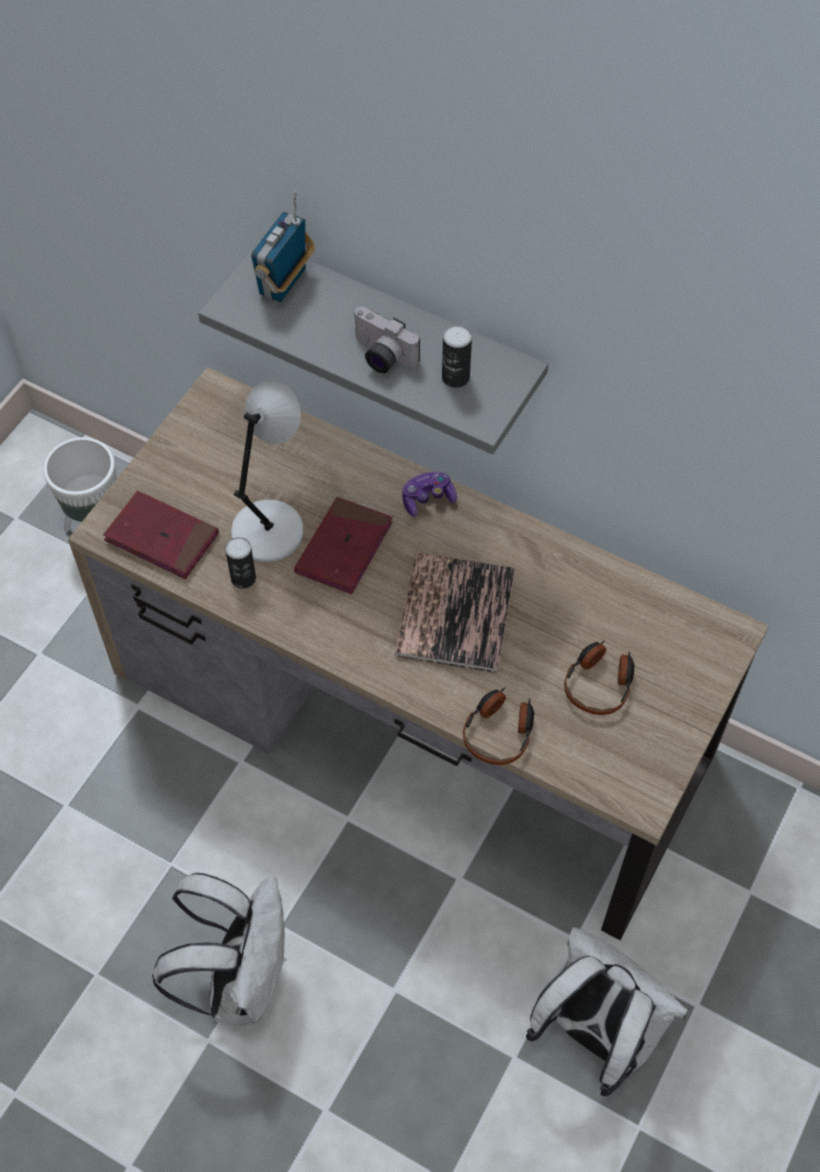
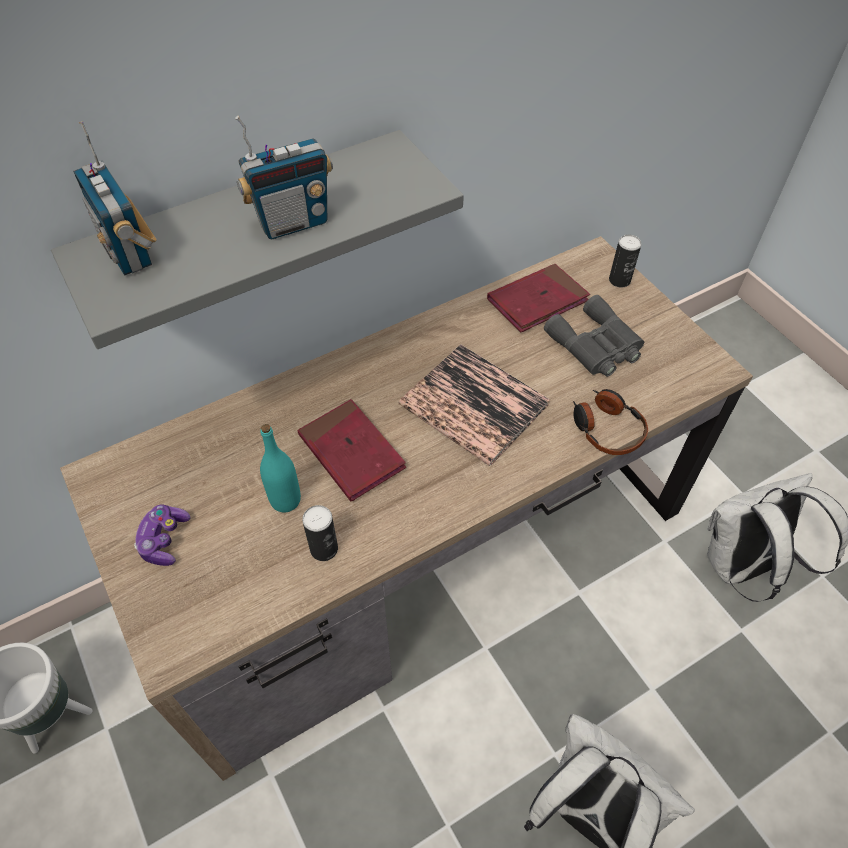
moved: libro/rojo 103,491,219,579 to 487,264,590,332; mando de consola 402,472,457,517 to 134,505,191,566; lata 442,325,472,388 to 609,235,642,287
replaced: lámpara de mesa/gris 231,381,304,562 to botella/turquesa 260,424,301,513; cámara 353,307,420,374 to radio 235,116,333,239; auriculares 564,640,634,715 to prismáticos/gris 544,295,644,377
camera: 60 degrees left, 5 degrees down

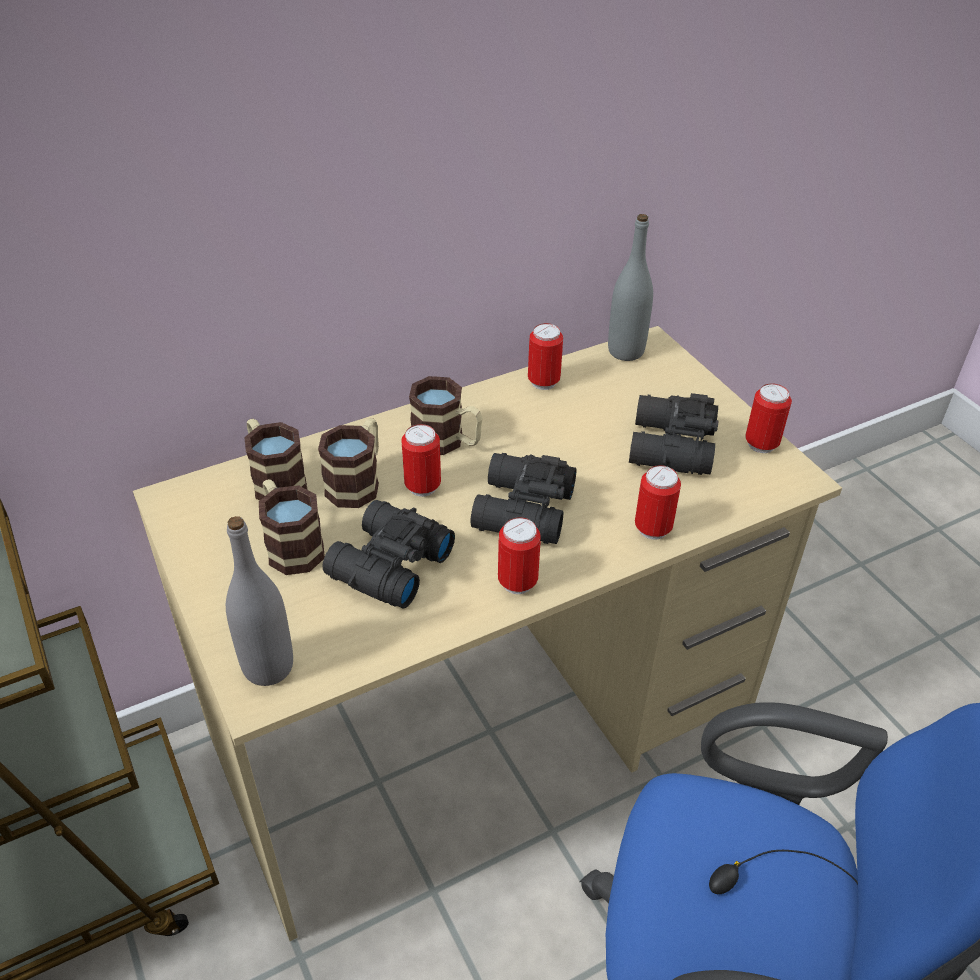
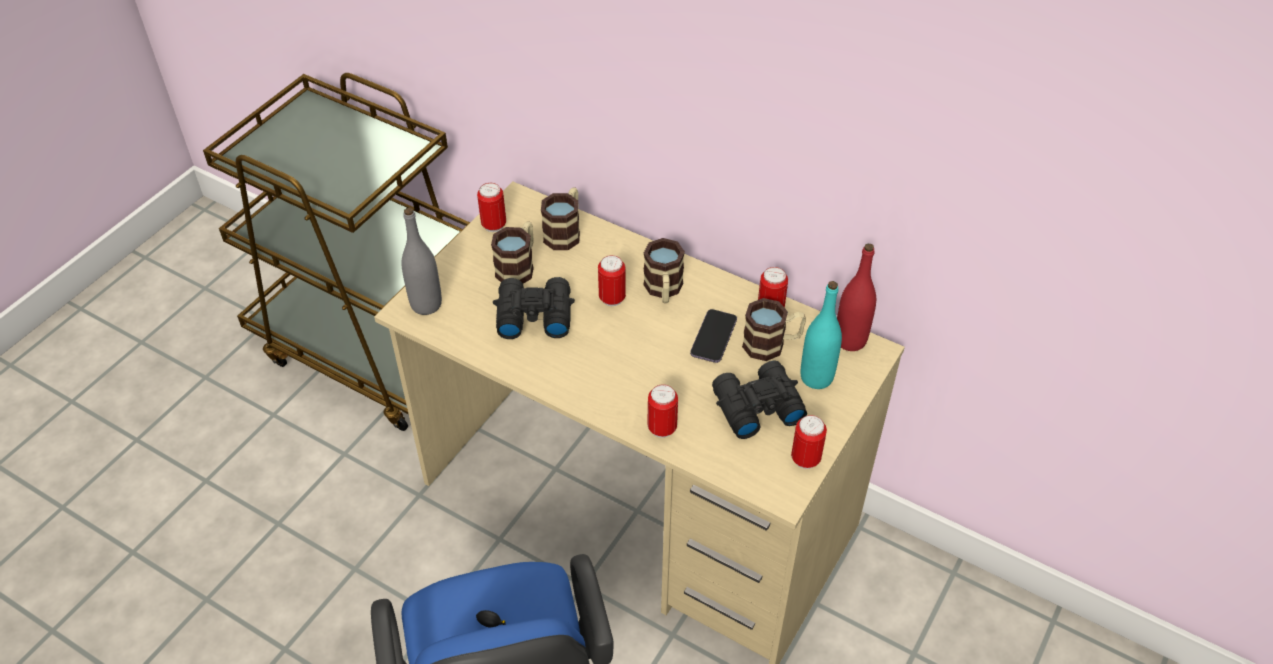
removed: prismáticos/negro 470,453,577,544
added: móvil 690,309,737,363; botella/turquesa 800,281,842,389
moved: taza grande 318,418,379,508 to 742,298,806,361; lata 498,517,541,594 to 477,183,506,232
recoloured: botella/gris 608,214,653,361 to botella/rojo 837,243,876,351
camera: 60 degrees right, 5 degrees up

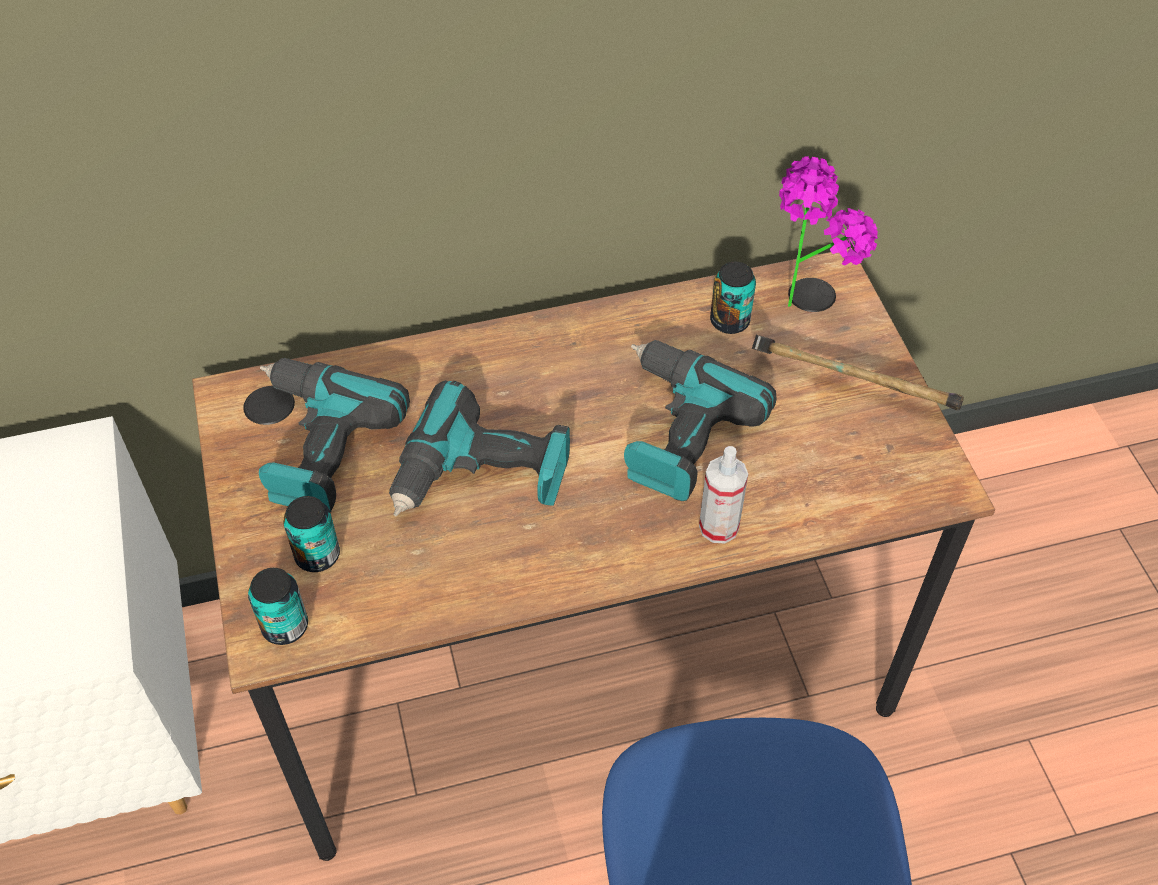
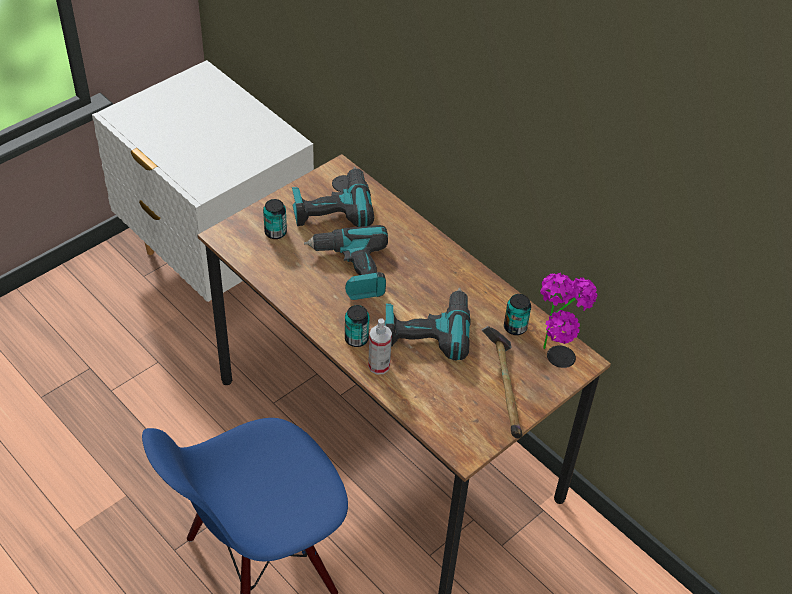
moved: lata 248,568,308,645 to 345,305,370,347
camera: 60 degrees right, 5 degrees down

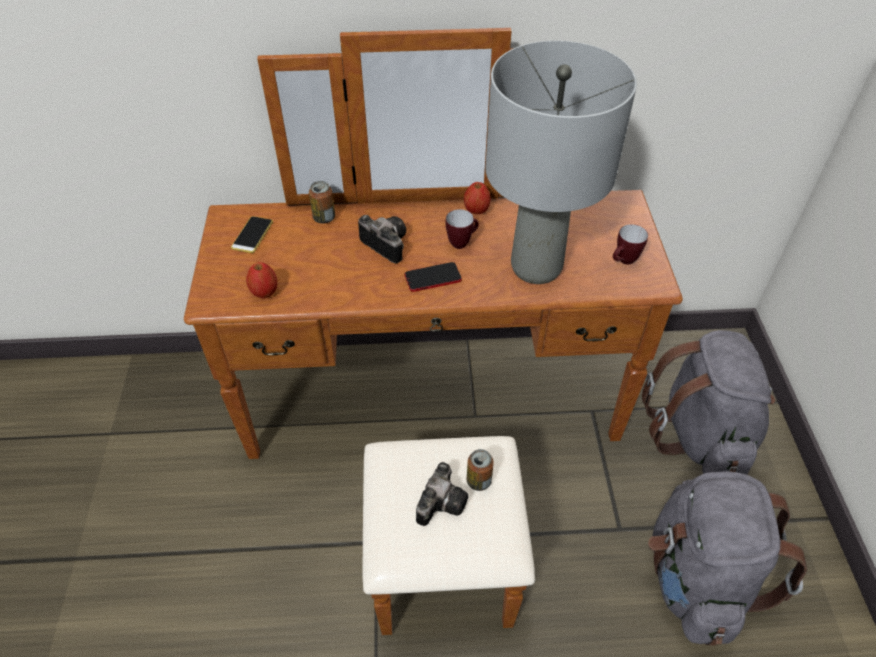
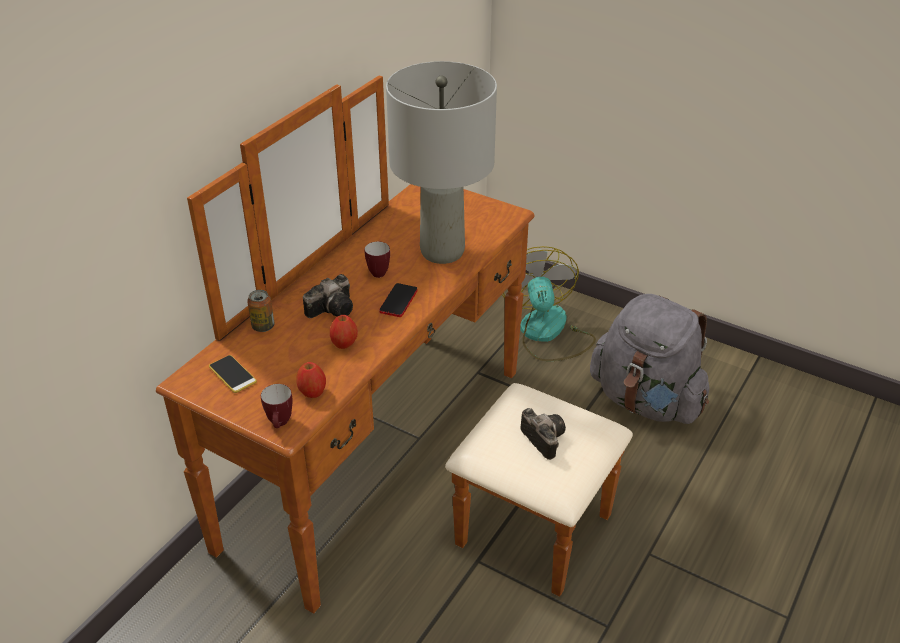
removed: lata 467,449,494,491
moved: manzana 464,182,491,214 to 330,315,358,349; taza grande 613,224,648,264 to 261,384,293,428
replaced: mochila/gris 642,330,775,475 to ventilador 502,246,596,361
turned: cámara 358,215,406,263 = 303,274,353,318 150 degrees clockwise
camera: 55 degrees left, 10 degrees down

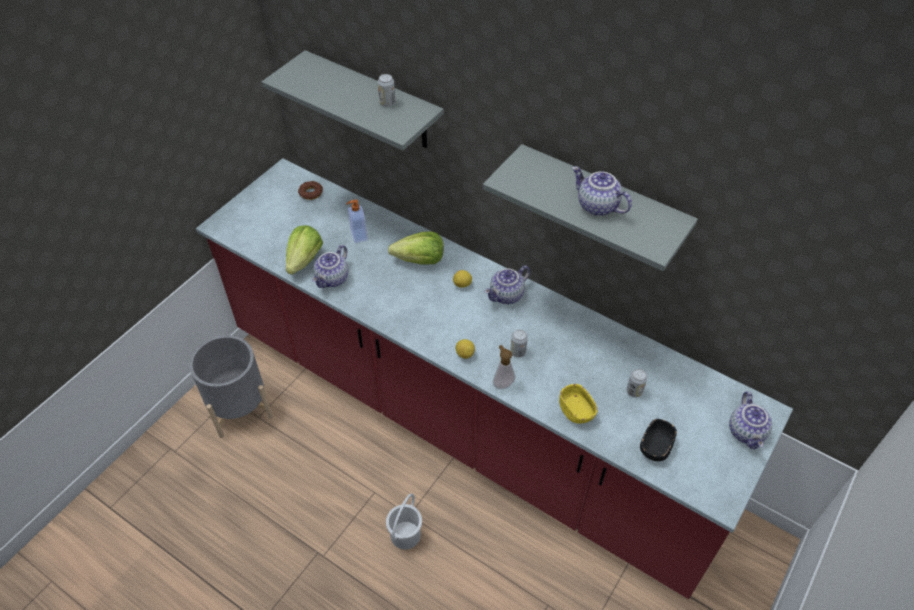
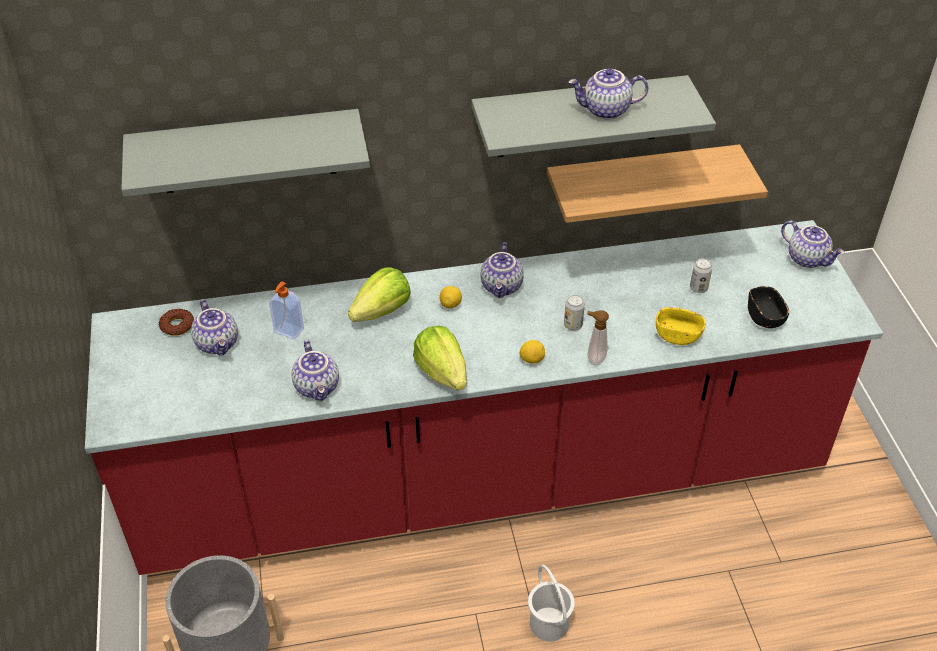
removed: lata 378,74,395,107
added: tetera 191,299,238,356; estante 547,144,768,223
moved: lechuga 286,225,323,275 to 413,326,467,390
camera: 45 degrees left, 5 degrees down

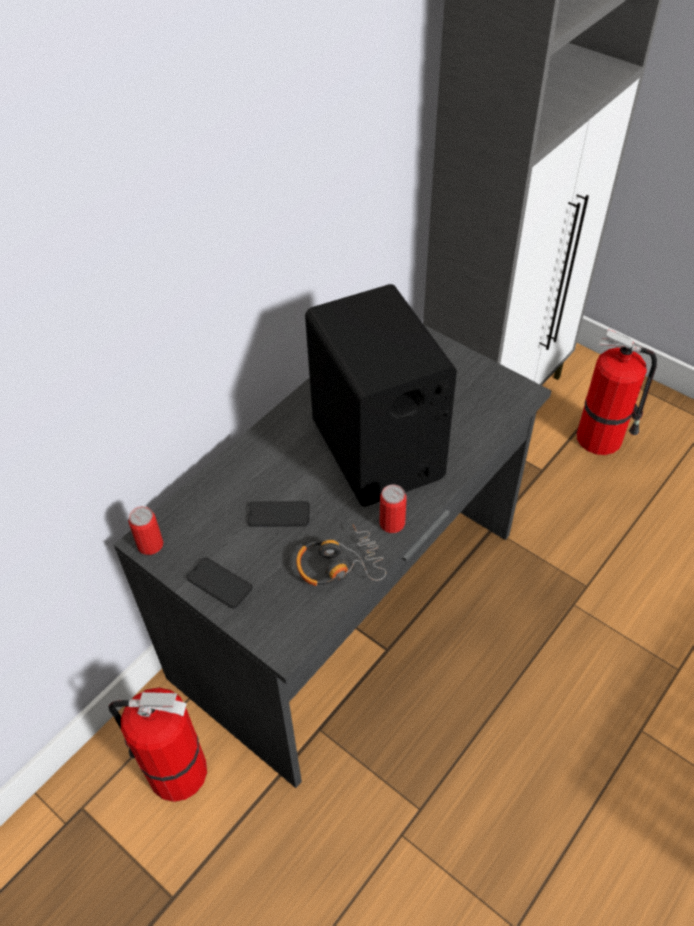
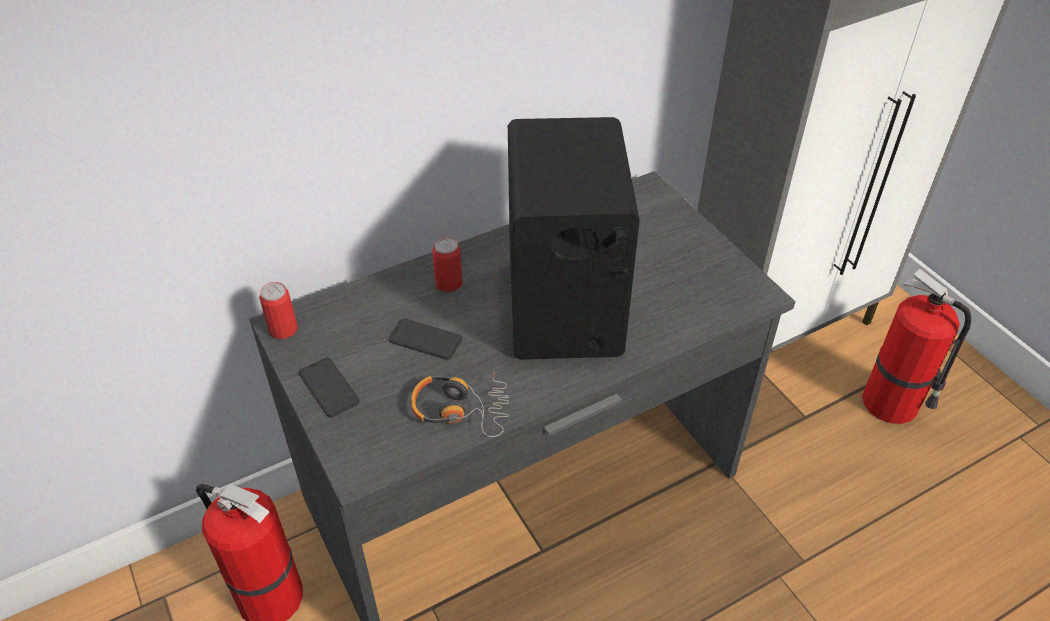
moved: lata 380,485,407,533 to 432,237,462,292
camera: 20 degrees right, 5 degrees down

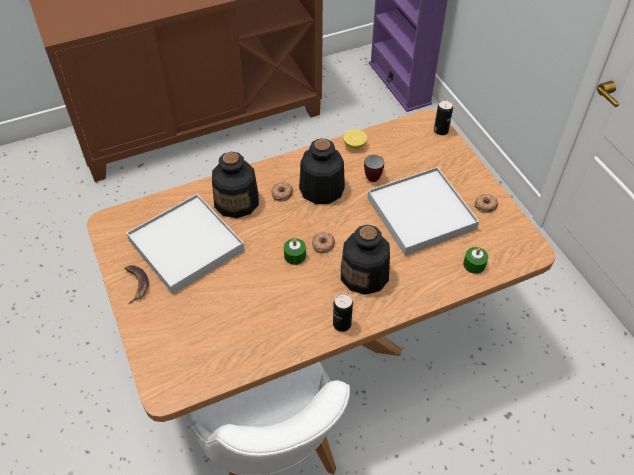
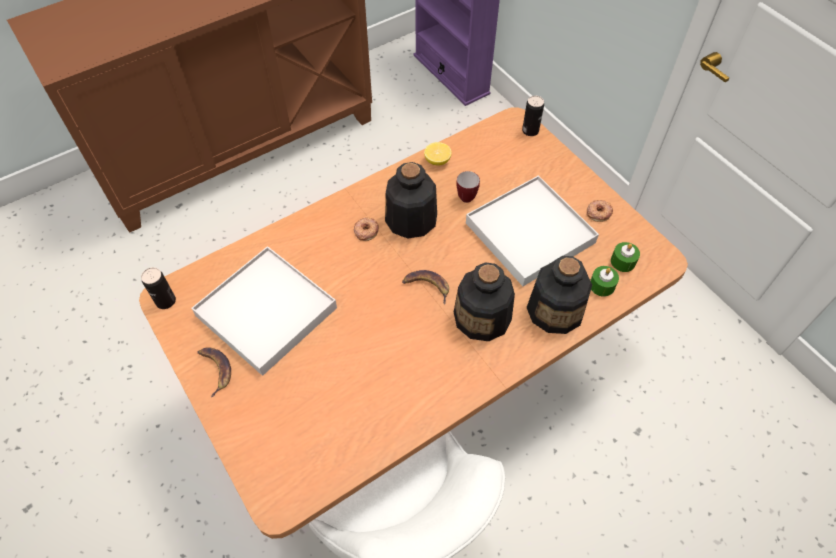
moved: botella 212,152,259,218 to 527,256,592,334; vela/verde 284,238,306,265 to 611,242,640,272; lata 333,293,353,332 to 141,267,176,309
replaced: rosquilla 312,232,335,253 to plátano 402,270,449,305
camera: 10 degrees left, 5 degrees up

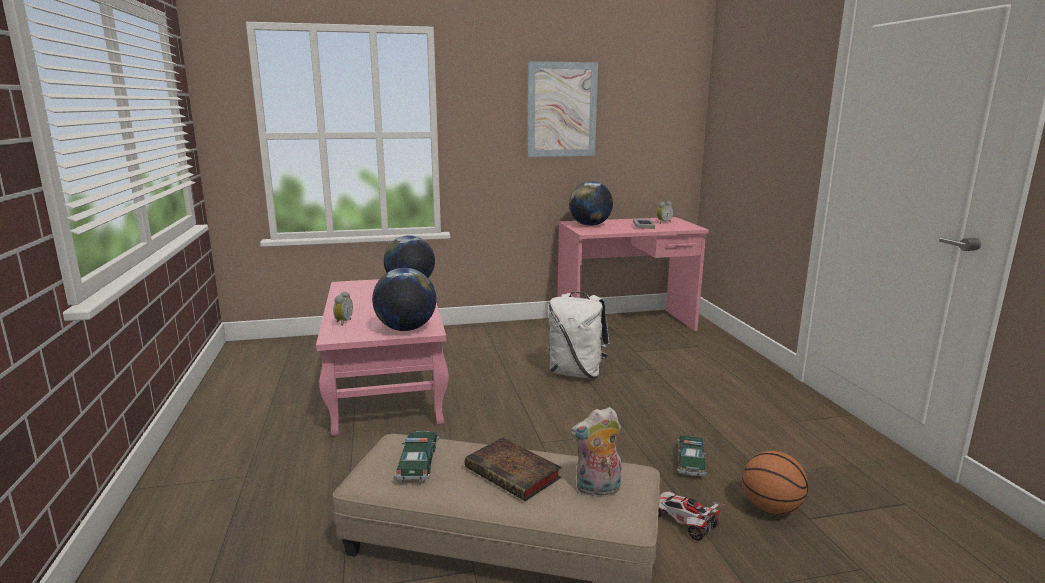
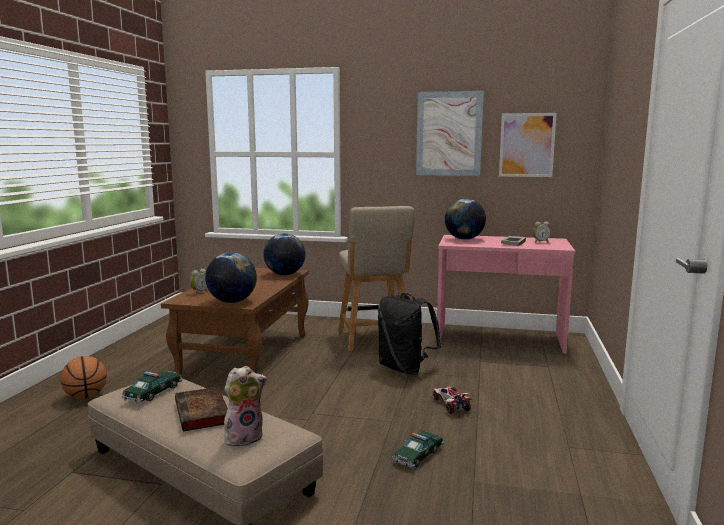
added: silla/beis 338,206,414,351; cuadro 499,113,557,177
moved: coche de juguete 659,491,725,541 to 432,387,472,414; balón de baloncesto 742,451,808,515 to 60,356,107,399
recoloured: mesa de centro/rosa 316,278,448,436 to mesa de centro/marrón 161,268,309,375; mochila/blanco 549,292,609,379 to mochila/negro 378,293,442,375
turned: peluche 571,407,622,496 = 224,366,267,447 135 degrees clockwise
camera: 25 degrees right, 5 degrees down

